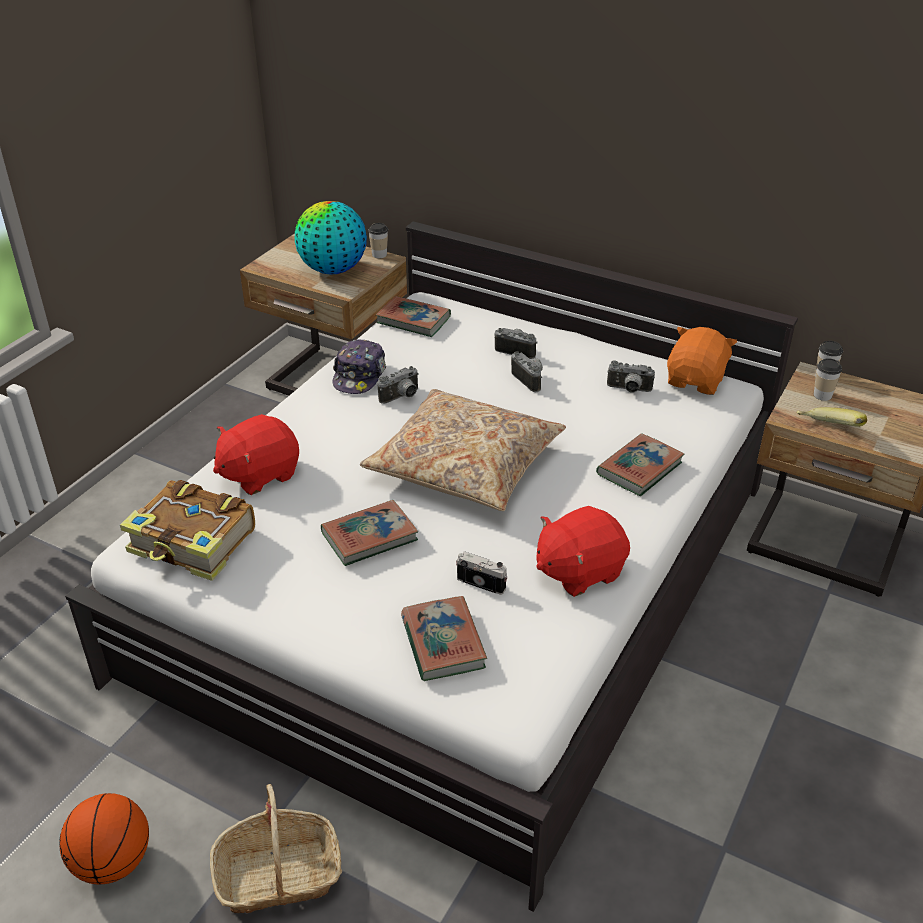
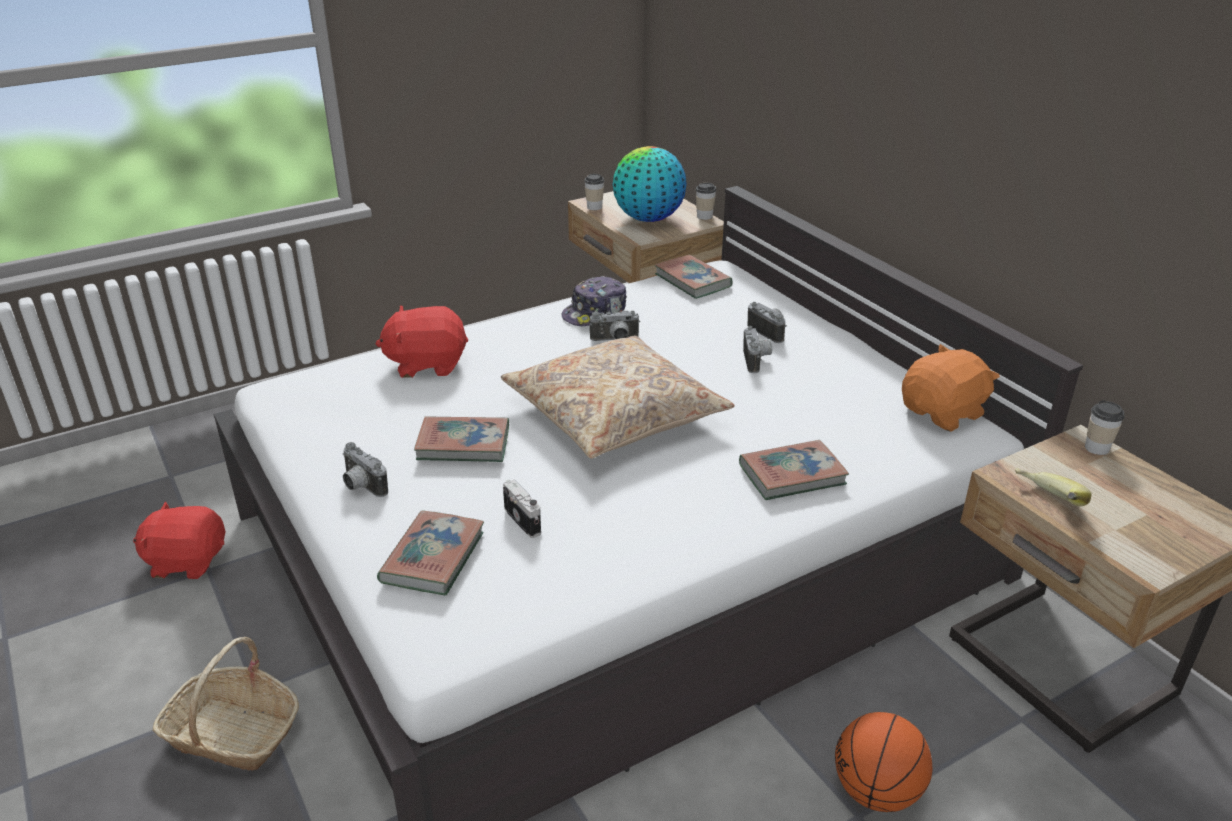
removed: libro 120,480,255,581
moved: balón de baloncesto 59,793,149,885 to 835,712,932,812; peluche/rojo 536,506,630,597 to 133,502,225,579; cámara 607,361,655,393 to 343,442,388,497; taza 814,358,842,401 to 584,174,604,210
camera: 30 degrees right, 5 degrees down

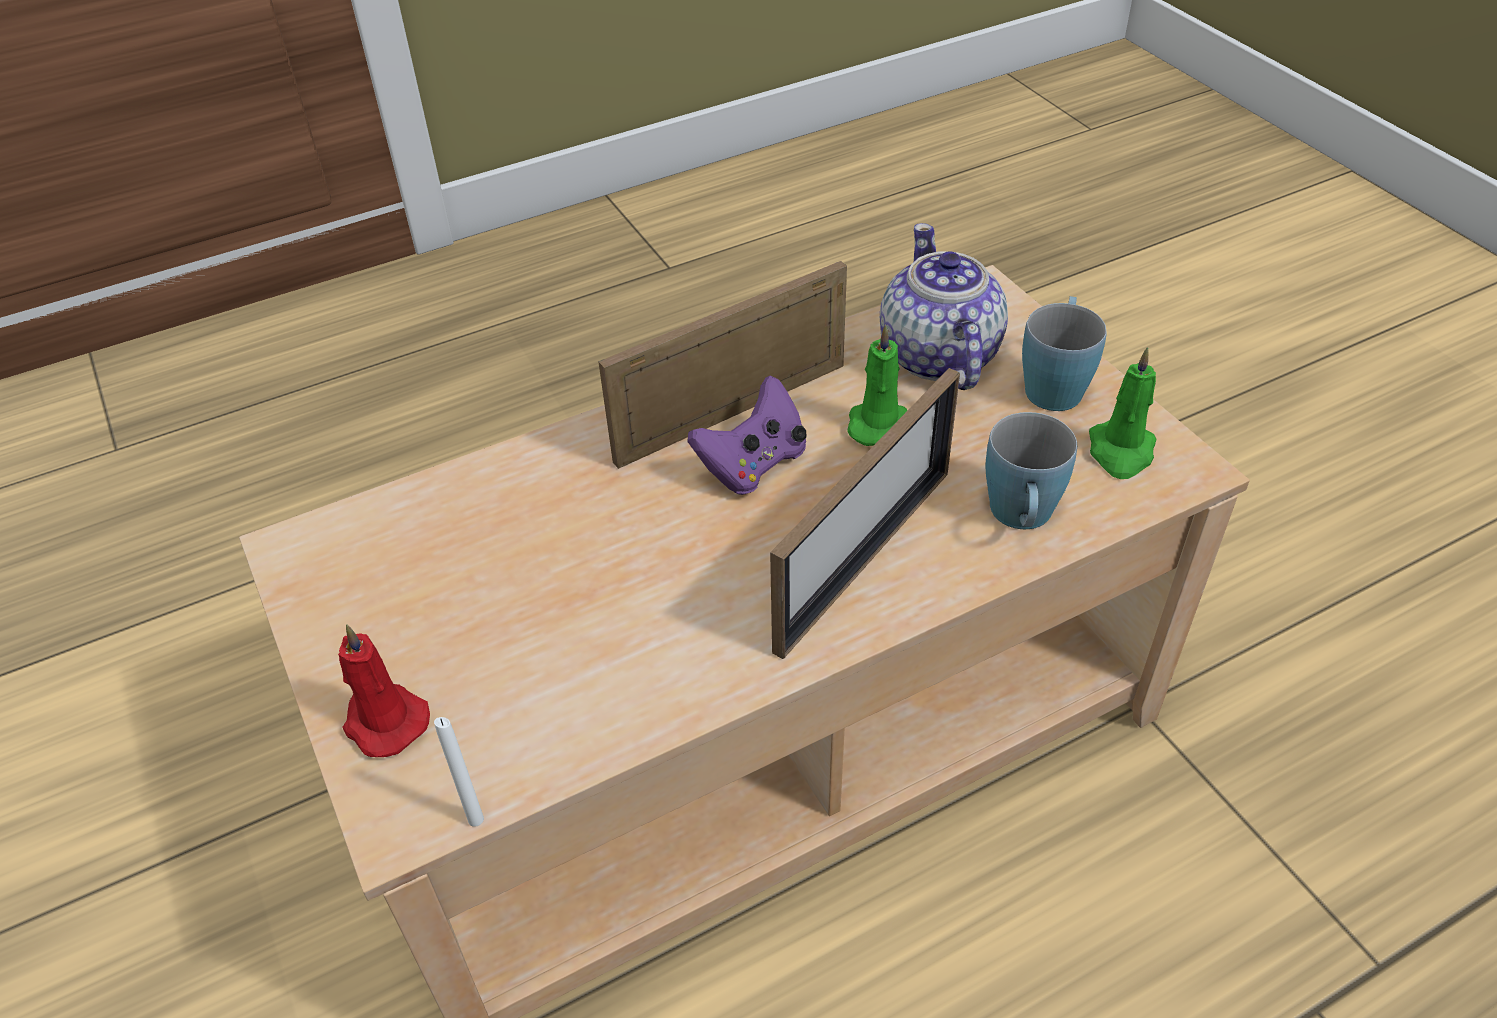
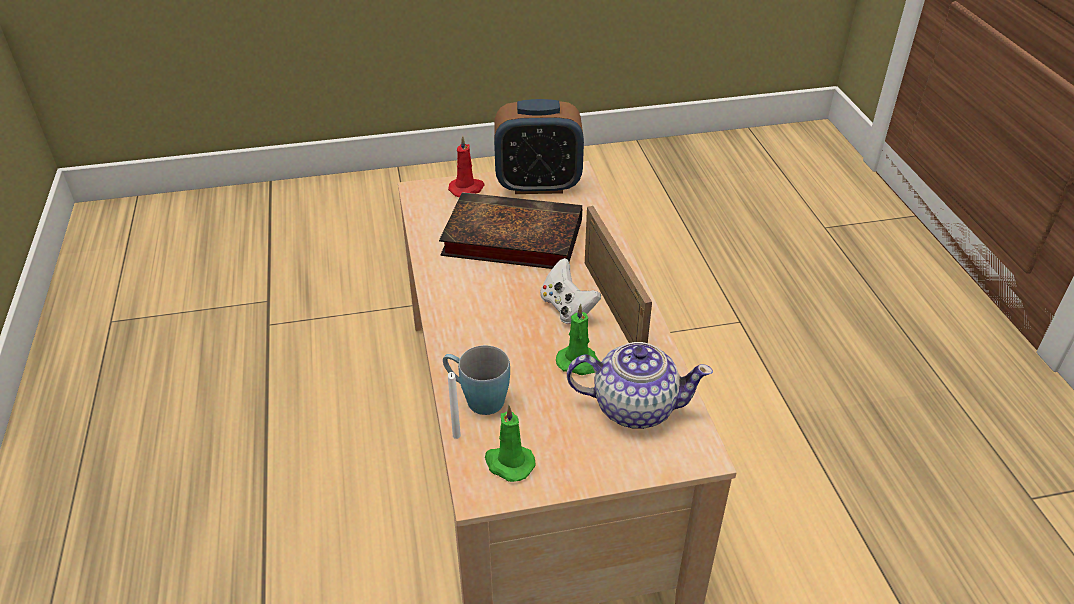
removed: portarretratos 770,368,960,659; taza grande/azul 1022,296,1107,411
added: libro 439,192,582,269; despertador 494,99,584,194
moved: vela/blanco 434,717,484,827 to 448,372,461,439
recoloured: mando de consola/morado 687,376,806,495 to mando de consola/blanco 540,258,601,324
camera: 105 degrees right, 5 degrees down

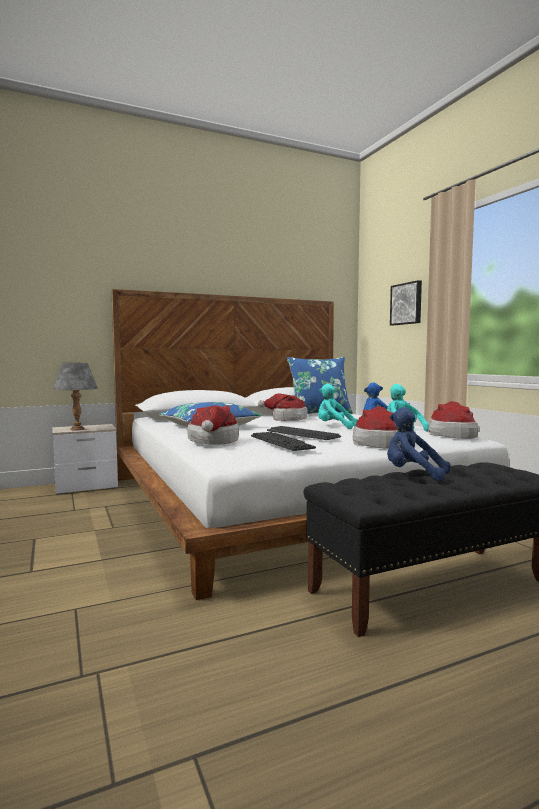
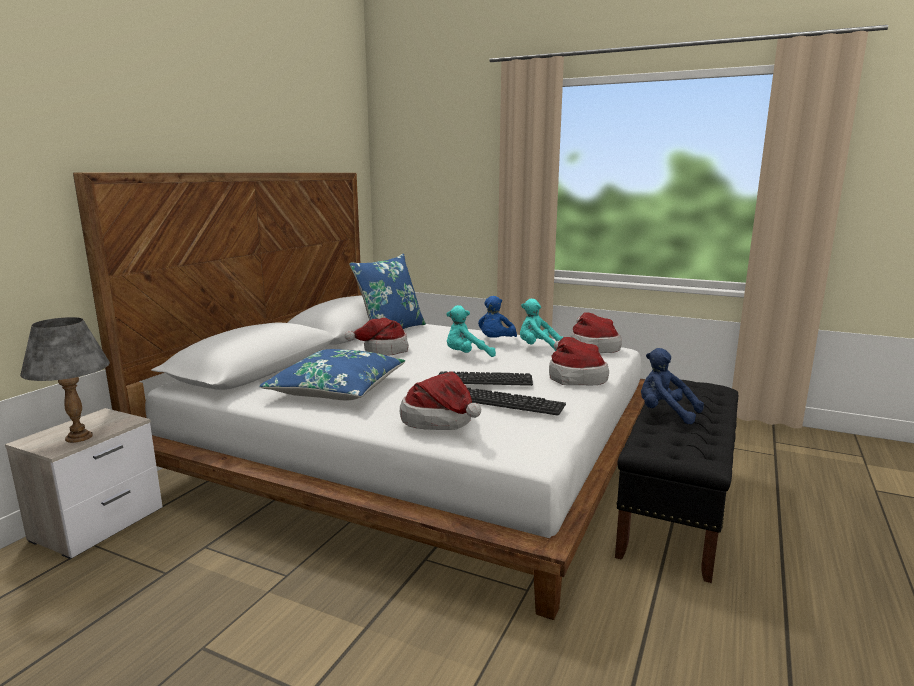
removed: cuadro 390,280,422,325
turned: peluche/azul 387,407,451,481 = 641,348,704,424 45 degrees clockwise
camera: 40 degrees left, 10 degrees up

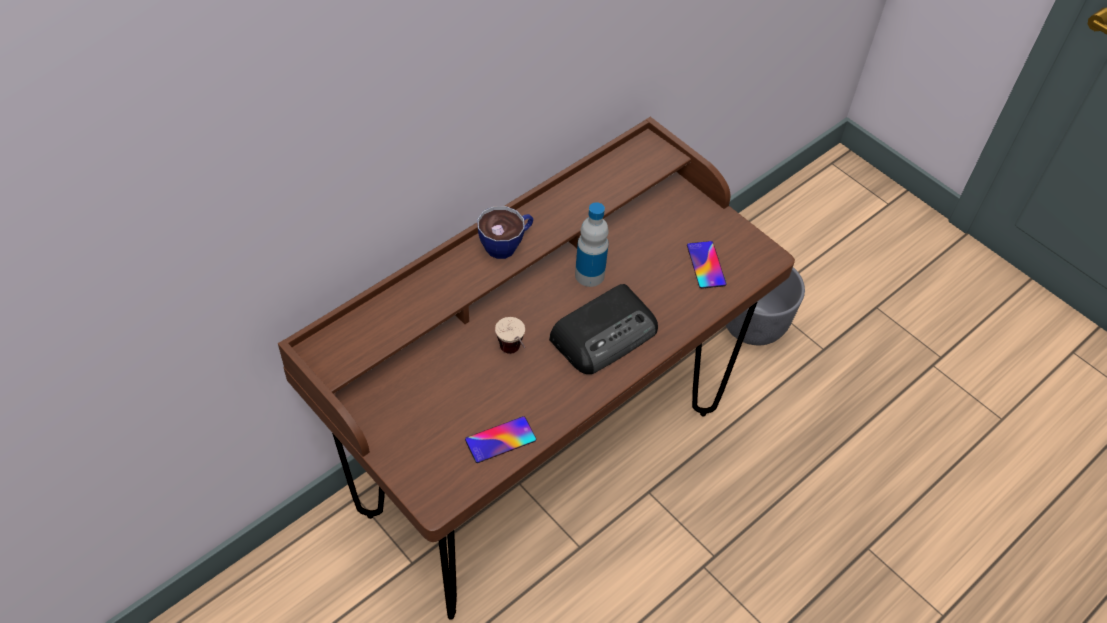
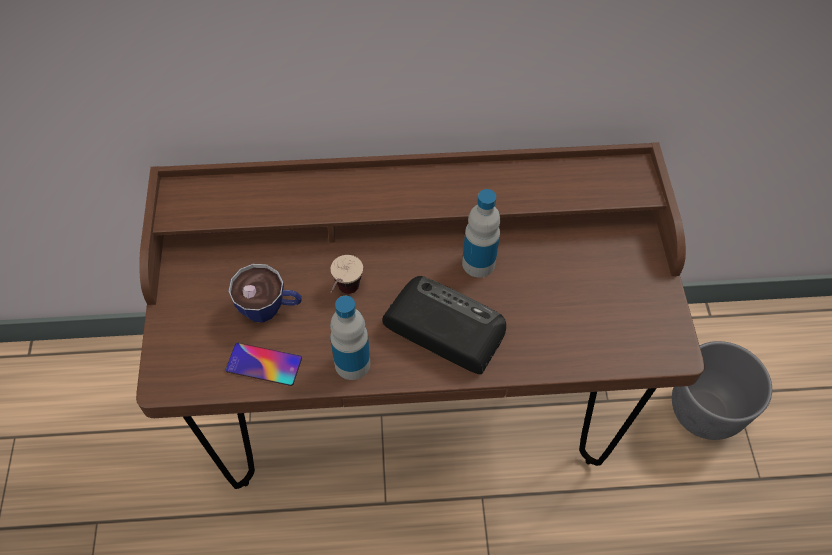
removed: móvil 687,241,727,288
added: botella 330,296,370,380
moved: taza 477,206,534,259 to 228,264,302,322
turned: radio 549,284,658,374 = 382,276,506,374 150 degrees counterclockwise
camera: 40 degrees right, 5 degrees up

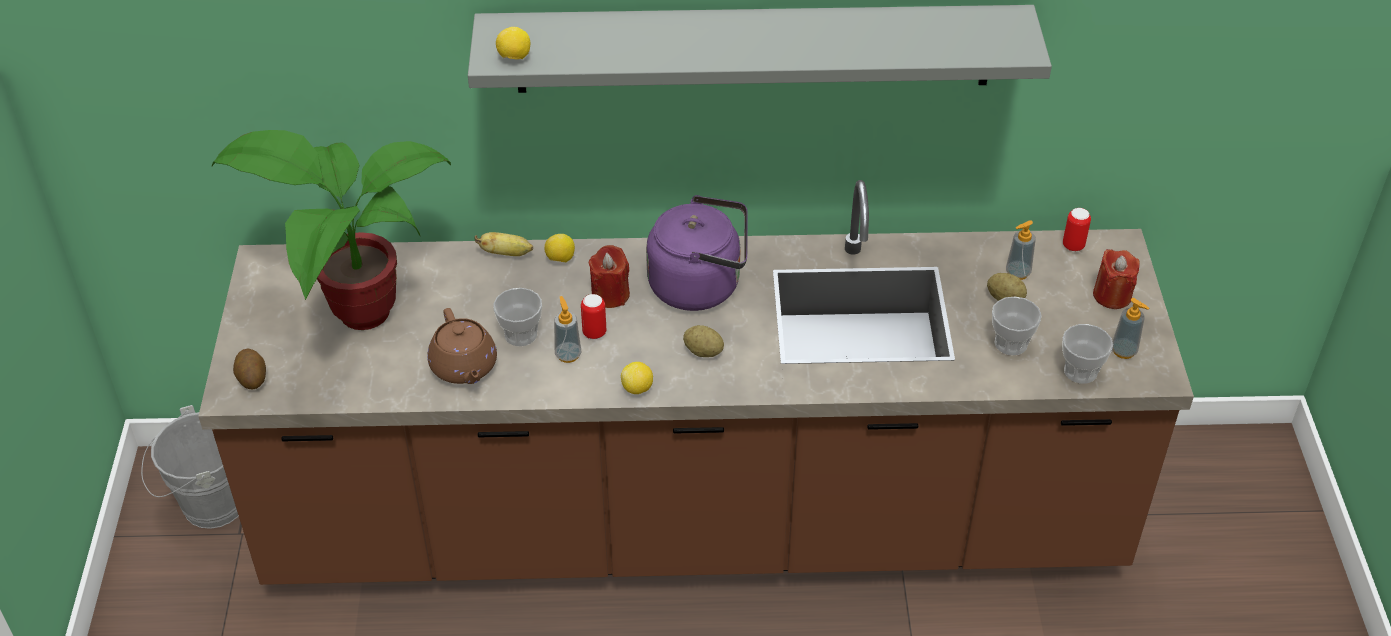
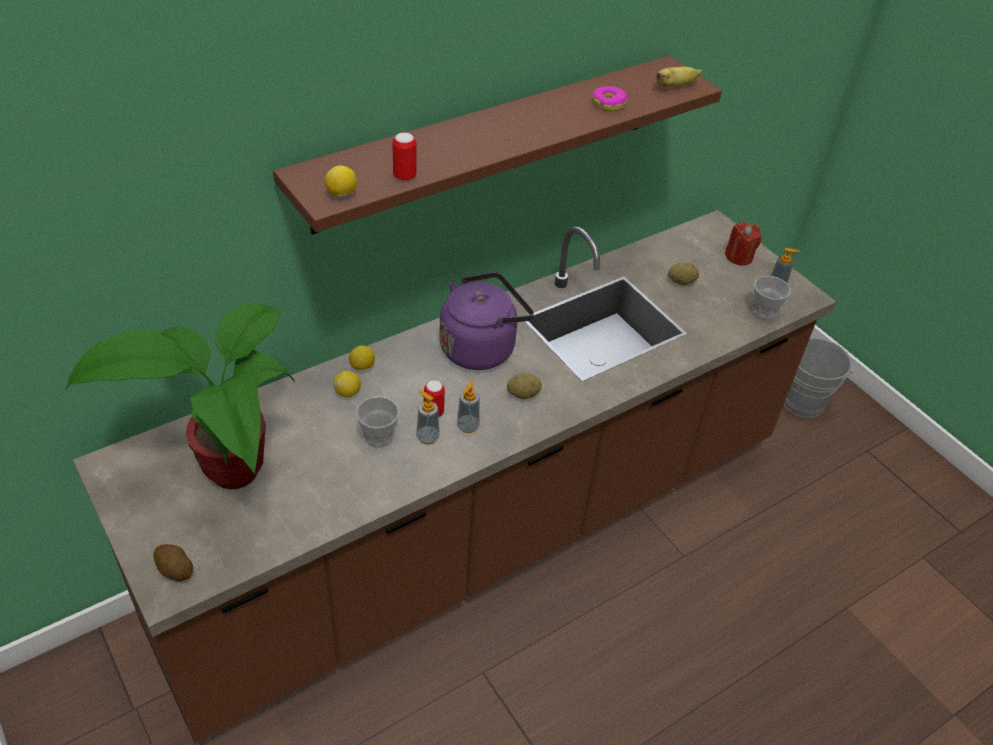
removed: tetera/marrón 427,308,497,384; vela/rojo 589,245,630,308; taza 992,297,1041,355
added: rosquilla 592,86,628,111
moved: cubo/gris 141,405,239,529 to 784,337,855,418; plátano 474,232,533,256 to 657,67,702,88; limón 621,362,653,394 to 334,371,361,397; dispensador de jabón 1006,220,1036,280 to 457,382,480,433; lata 1063,208,1091,251 to 393,132,417,181
recoloured: estante/gris 468,5,1052,93 to estante/marrón 273,56,722,235
camera: 35 degrees left, 0 degrees up

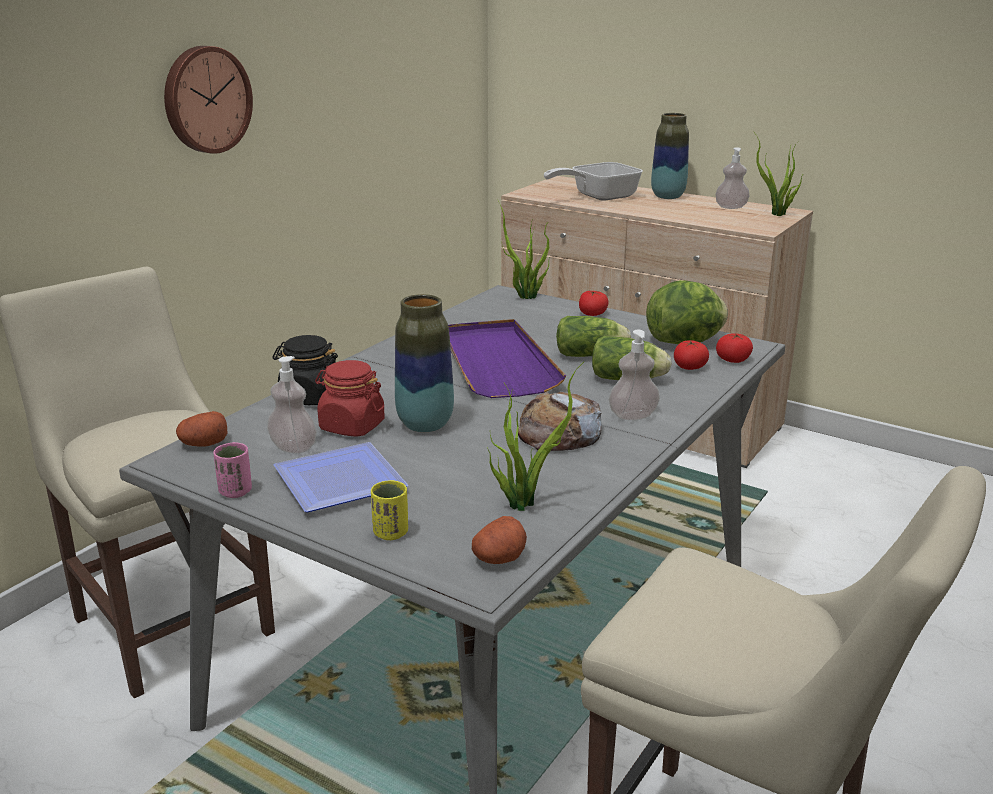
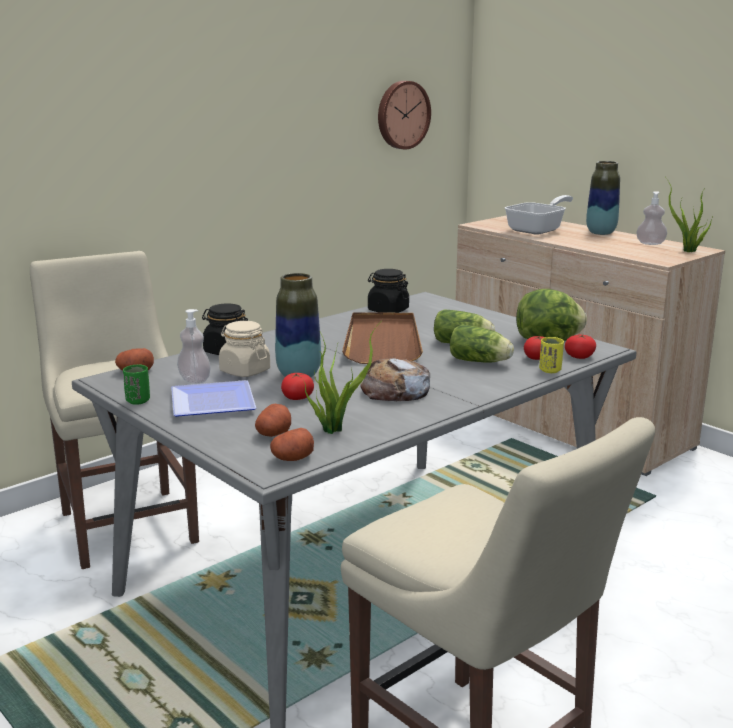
removed: planta en maceta 498,200,549,299; dispensador de jabón 609,330,660,420
added: patata 255,404,291,437; tarro/negro 368,269,409,313
moved: reloj de pared 164,46,253,154 to 378,81,431,149; taza/amarillo 371,480,408,540 to 539,337,564,373; tomate 579,290,609,316 to 281,373,314,400
recoloured: taza/rosa 213,442,252,498 to taza/verde 123,365,150,405; tarro/rojo 315,360,385,437 to tarro/beis 219,321,270,377; bandeja/morado 448,319,566,398 to bandeja/marrón 342,312,423,364
turned: sartén 544,162,643,201 = 505,195,573,234 150 degrees clockwise
camera: 15 degrees right, 5 degrees down

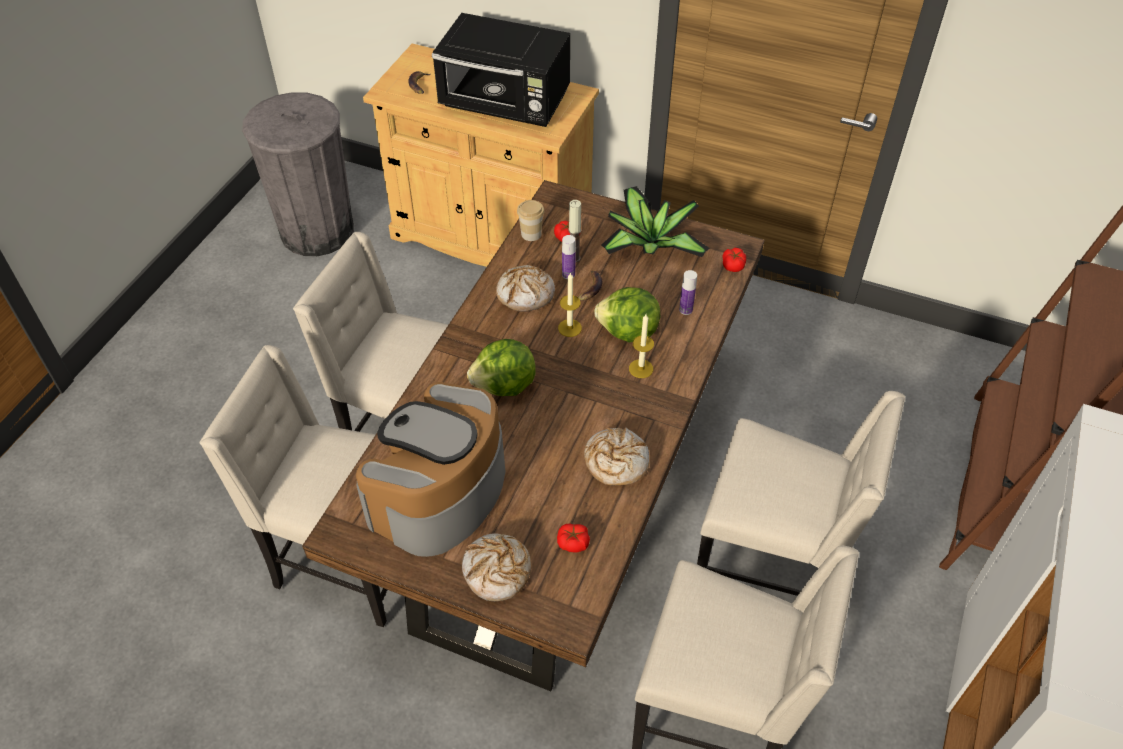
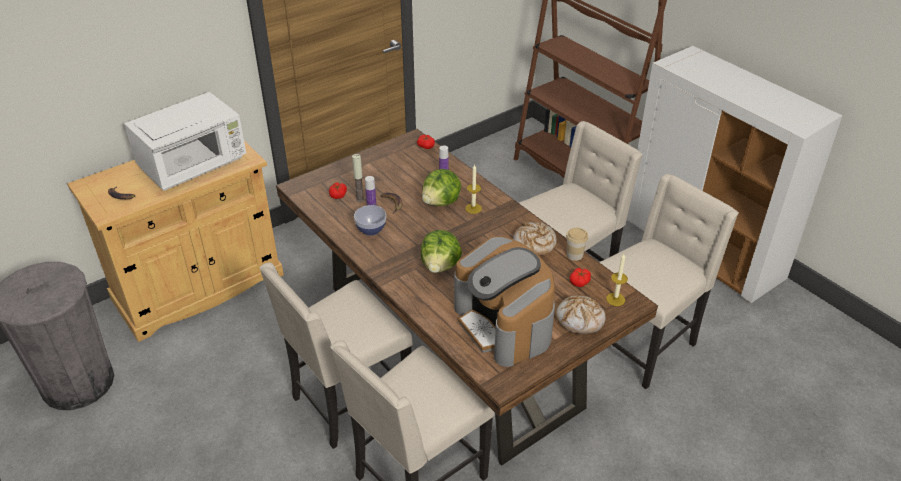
removed: planta en maceta 602,186,710,257
moved: taza 517,200,544,241 to 566,228,588,261; vela 558,272,582,337 to 606,254,628,306
replaced: pan 496,265,555,312 to cuenco 354,205,386,236
recoloured: microondas/negro 432,13,570,127 to microondas/blanco 124,92,246,191
camera: 60 degrees left, 10 degrees down

